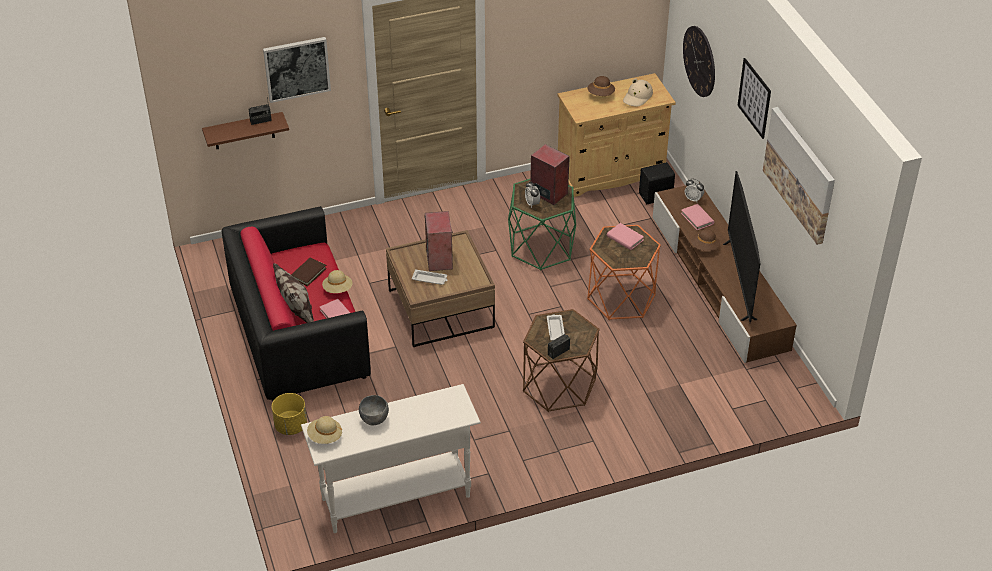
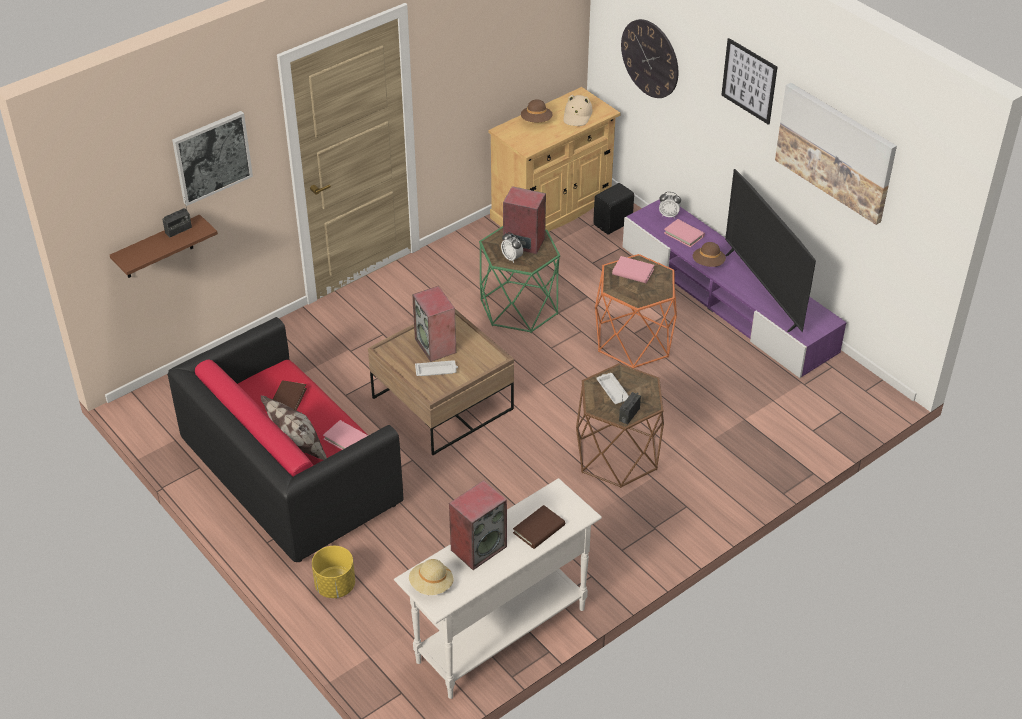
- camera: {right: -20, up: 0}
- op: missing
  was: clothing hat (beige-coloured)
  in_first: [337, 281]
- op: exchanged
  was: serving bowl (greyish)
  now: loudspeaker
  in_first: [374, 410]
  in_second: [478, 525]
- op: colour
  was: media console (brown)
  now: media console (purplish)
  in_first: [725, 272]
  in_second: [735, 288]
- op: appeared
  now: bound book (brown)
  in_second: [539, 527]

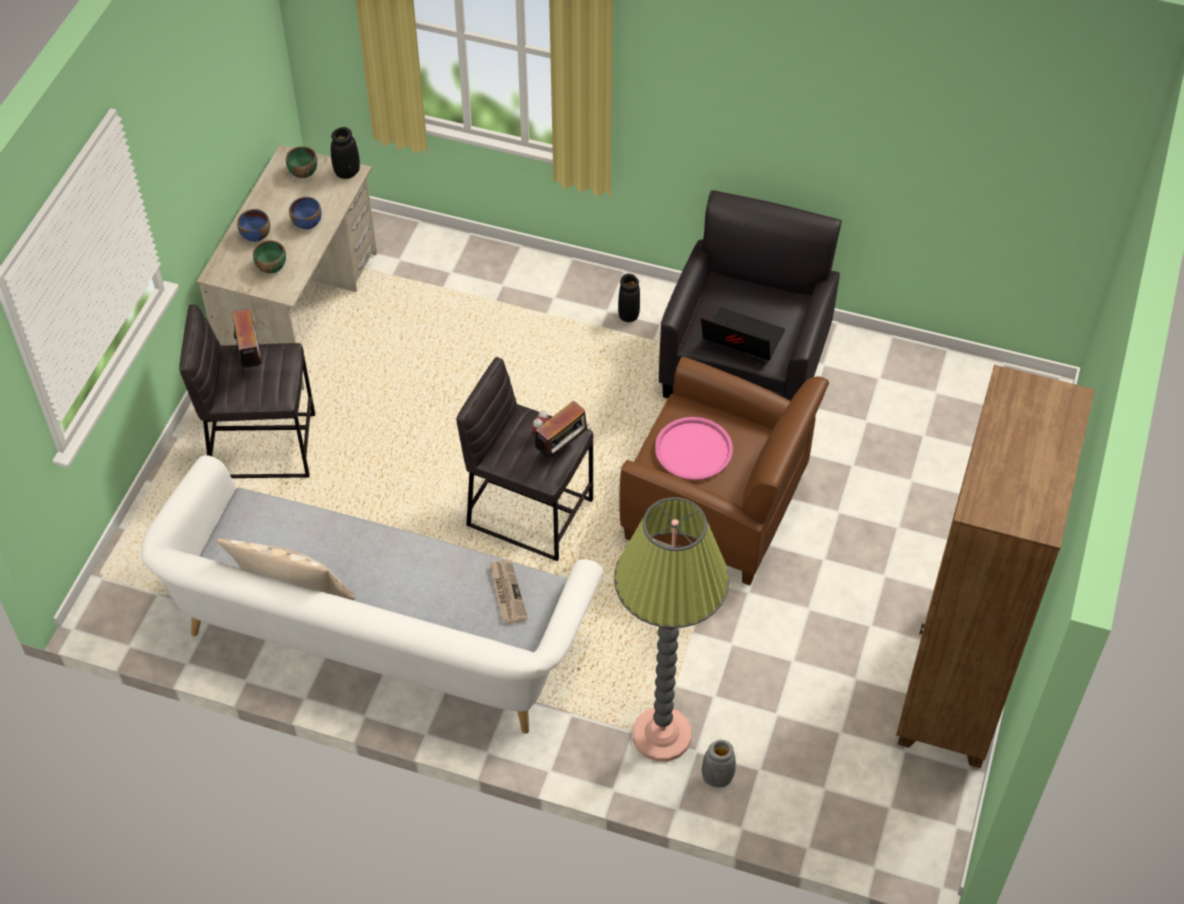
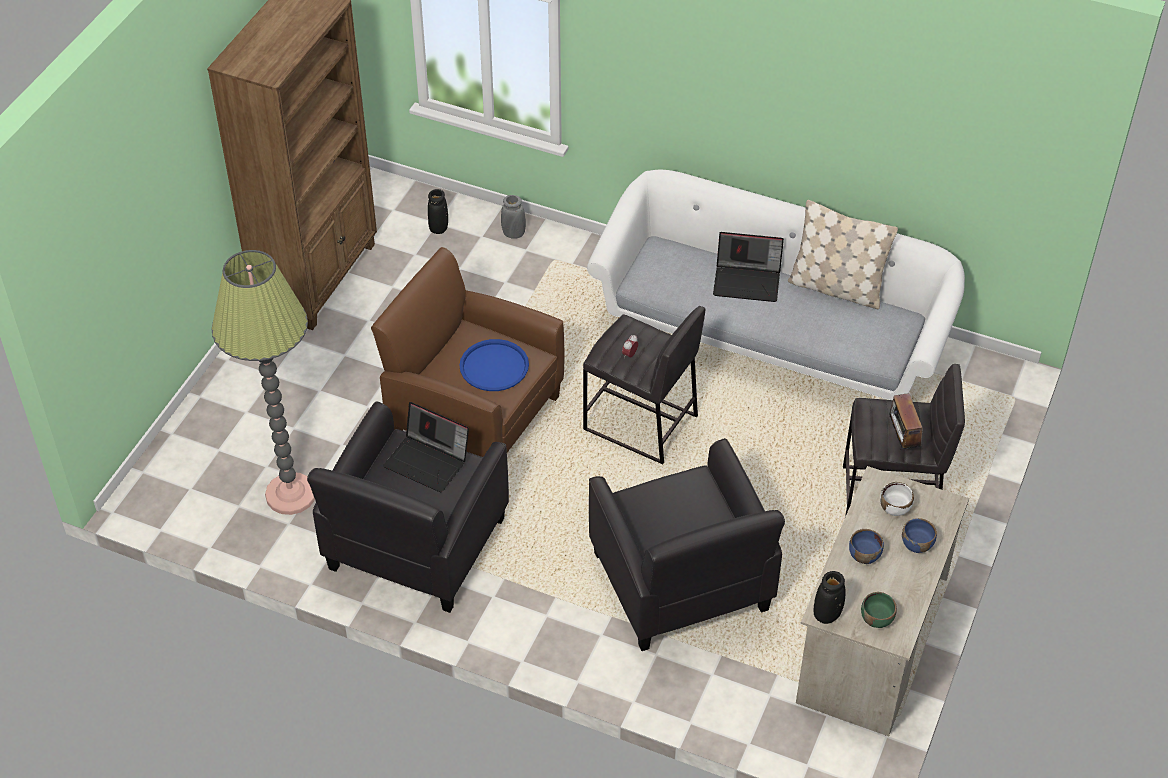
- camera: {right: -175, up: -5}
- op: colour
  was: serving bowl (green)
  now: serving bowl (white-coloured)
  in_first: [269, 257]
  in_second: [897, 499]
- op: missing
  was: daily paper
  in_first: [509, 592]
- op: missing
  was: radio
  in_first: [563, 429]
- op: relocated
  was: standing lamp
  in_first: [671, 629]
  in_second: [263, 382]
- op: relocated
  was: flower vase (black-coloured)
  in_first: [629, 298]
  in_second: [438, 211]
- op: colour
  was: serving tray (pinkish)
  now: serving tray (blue-coloured)
  in_first: [694, 448]
  in_second: [494, 365]
- op: appeared
  now: armchair (black-coloured)
  in_second: [687, 544]
- op: appeared
  now: laptop
  in_second: [748, 267]

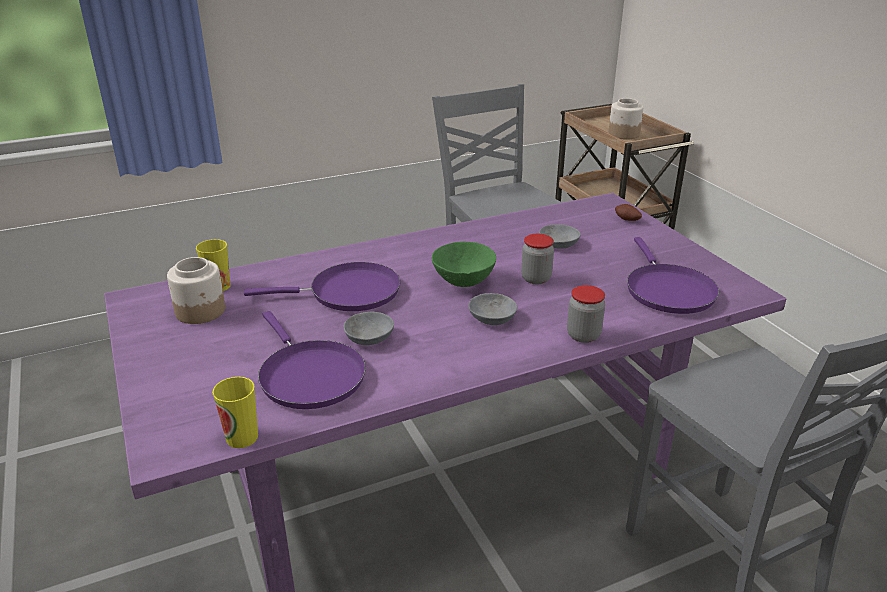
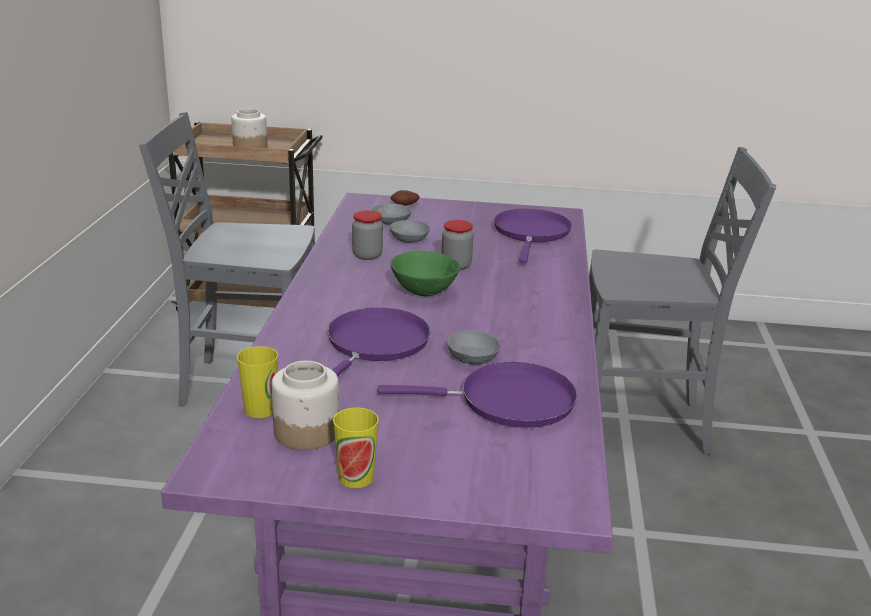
- camera: {right: -60, up: -5}
- op: relocated
  was: small cup
  in_first: [235, 412]
  in_second: [356, 447]
- op: relocated
  was: serving bowl (greyish)
  in_first: [493, 309]
  in_second: [391, 214]
- op: relocated
  was: jar
  in_first: [586, 314]
  in_second: [367, 235]
- op: spun
  was: frying pan (purplish)
  in_first: [673, 275]
  in_second: [533, 236]
  clockwise: -105

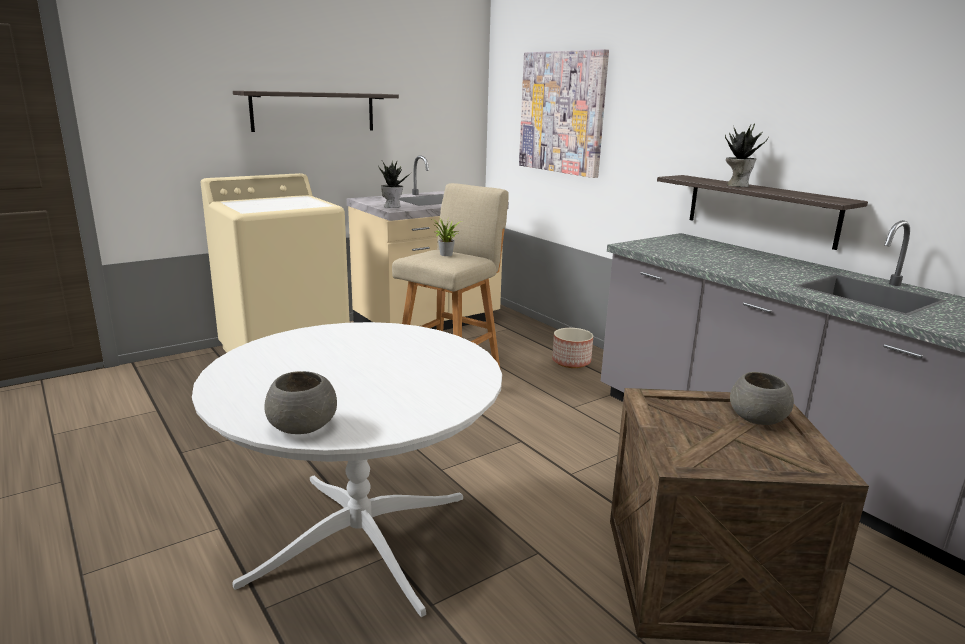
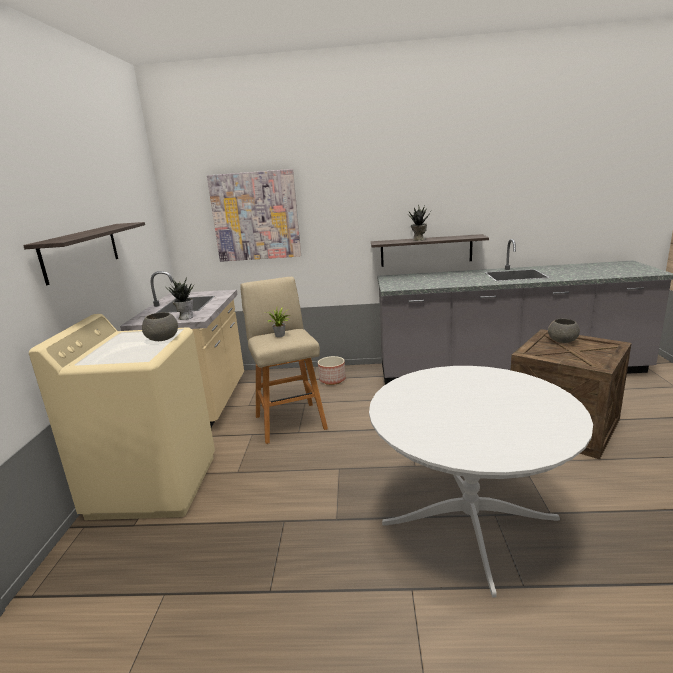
- camera: {right: -50, up: 0}
- op: relocated
  was: serving bowl (greyish)
  in_first: [300, 402]
  in_second: [160, 326]

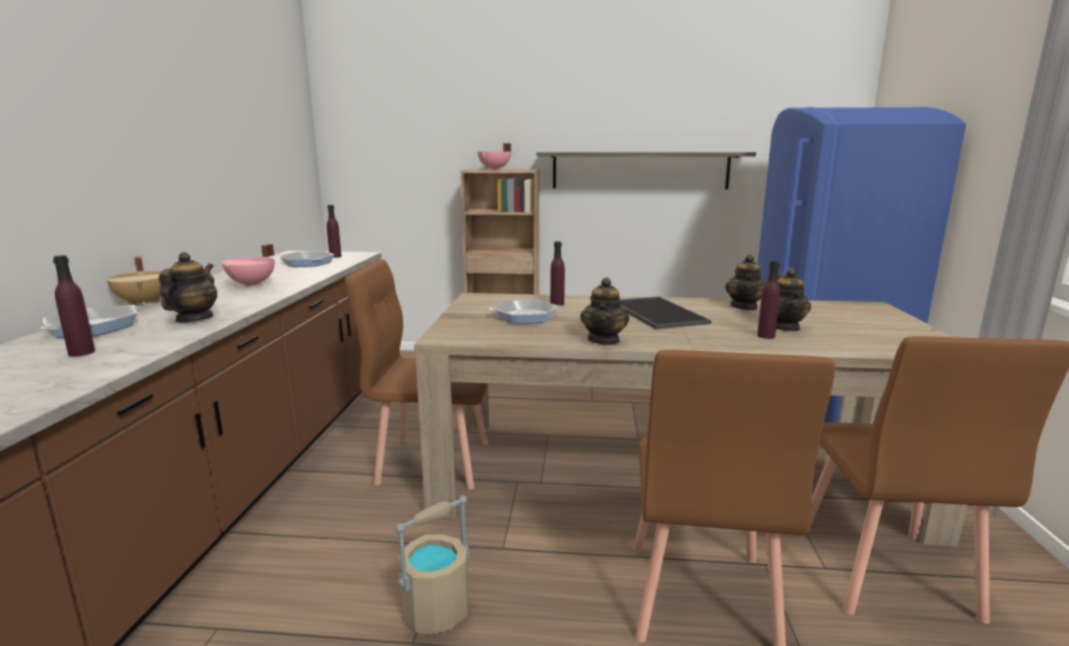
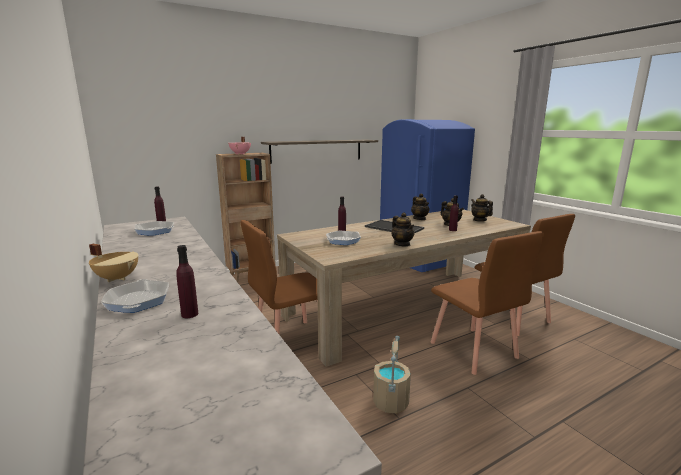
- camera: {right: -35, up: 0}
- op: relocated
  was: teapot
  in_first: [188, 287]
  in_second: [482, 208]
- op: missing
  was: cooking pot (pinkish)
  in_first: [248, 265]

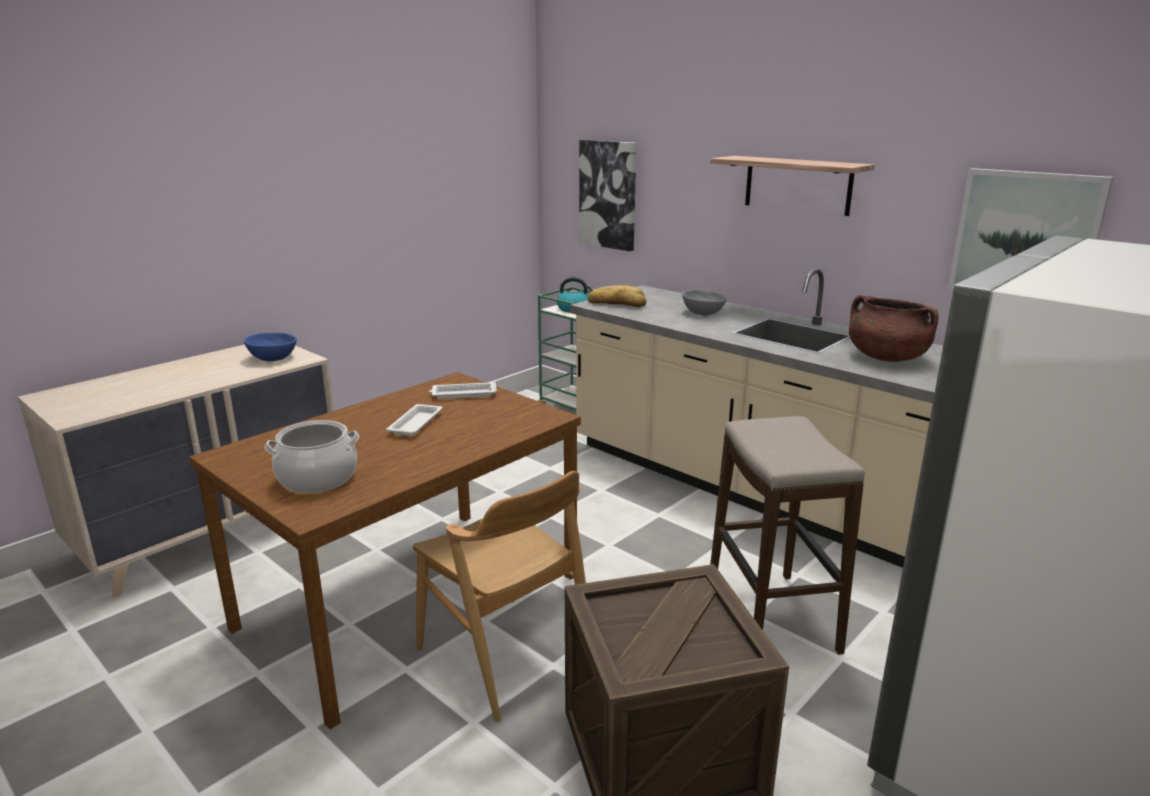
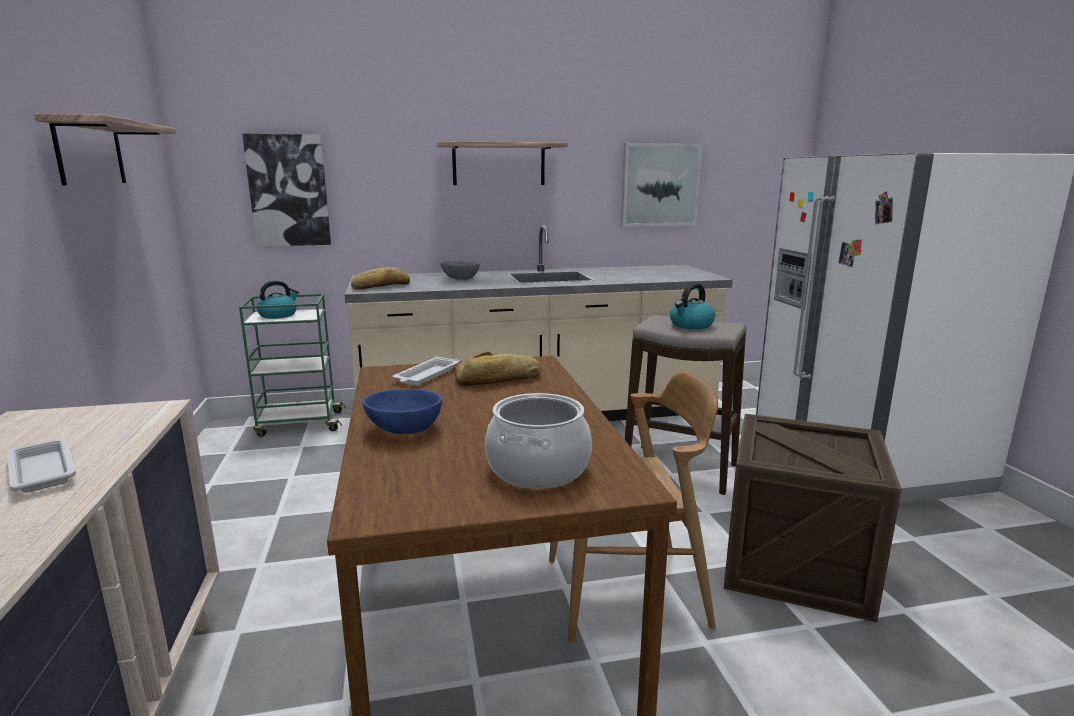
- camera: {right: -55, up: -5}
- op: relocated
  was: serving bowl (blue-coloured)
  in_first: [270, 346]
  in_second: [402, 411]
- op: relocated
  was: serving tray (white-coloured)
  in_first: [414, 420]
  in_second: [41, 465]
- op: missing
  was: cooking pot (brown)
  in_first: [894, 328]
- op: appeared
  now: bracket shelf
  in_second: [105, 149]
- op: appeared
  now: bakery bread
  in_second: [498, 368]
- op: appeared
  now: water kettle
  in_second: [692, 306]

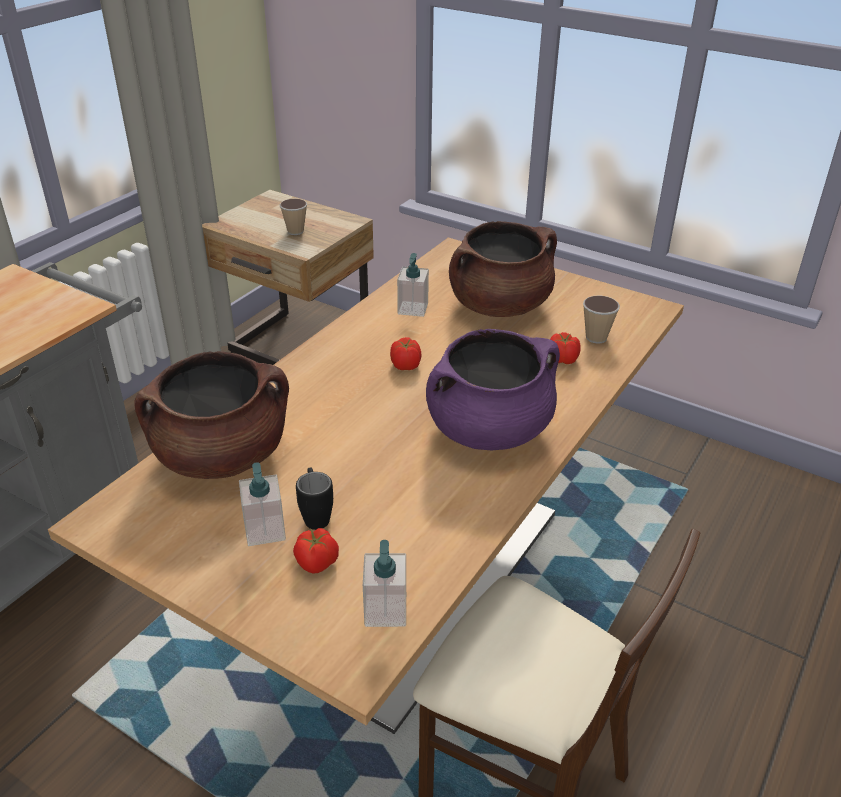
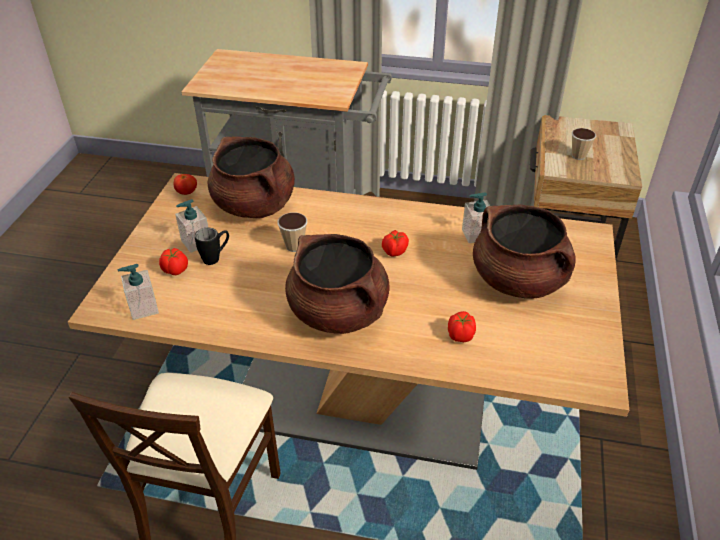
- camera: {right: 70, up: 5}
- op: colour
  was: cooking pot (purplish)
  now: cooking pot (brown)
  in_first: [493, 389]
  in_second: [337, 284]
- op: relocated
  was: small cup
  in_first: [601, 319]
  in_second: [292, 232]
- op: appeared
  now: whole tomato
  in_second: [185, 184]

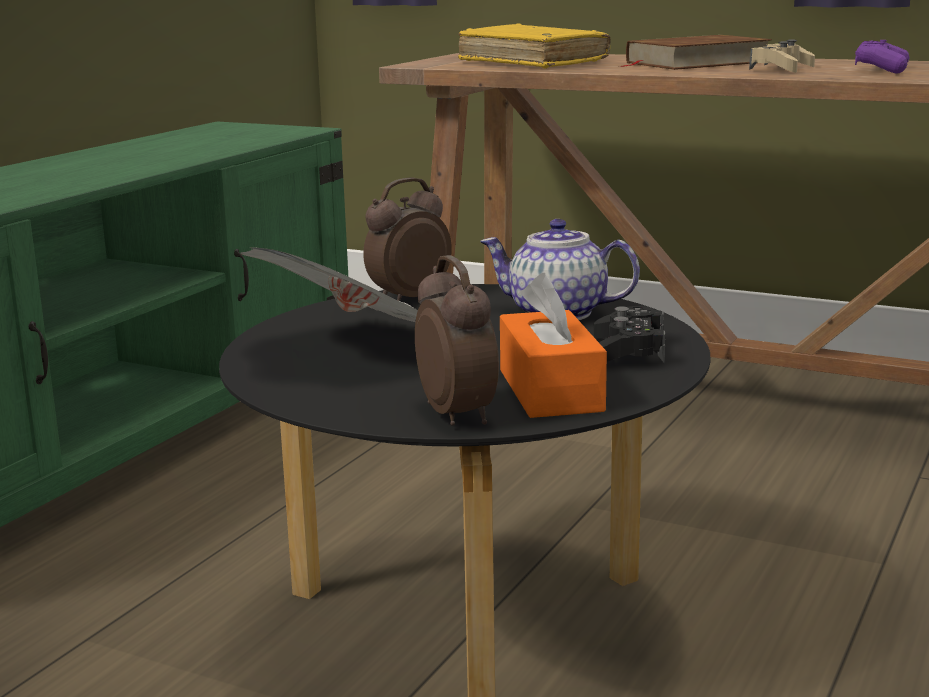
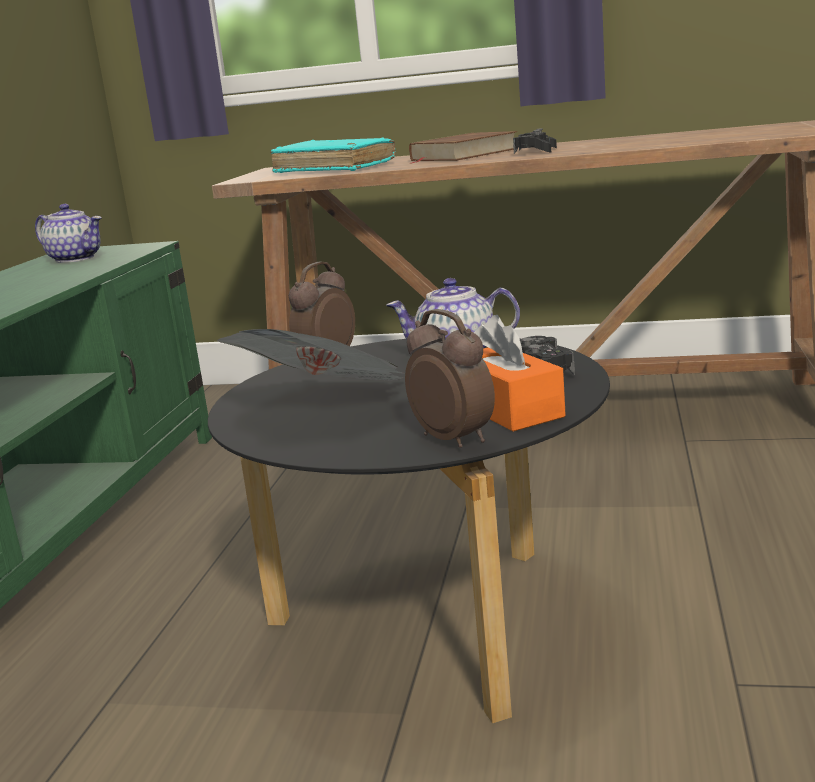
- camera: {right: -15, up: 0}
- op: colour
  was: bound book (yellow)
  now: bound book (blue-green)
  in_first: [534, 46]
  in_second: [333, 155]
- op: colour
  was: game controller (beige-coloured)
  now: game controller (black-coloured)
  in_first: [782, 56]
  in_second: [535, 141]
- op: missing
  was: game controller (purplish)
  in_first: [882, 57]
- op: appeared
  now: teapot
  in_second: [68, 233]

